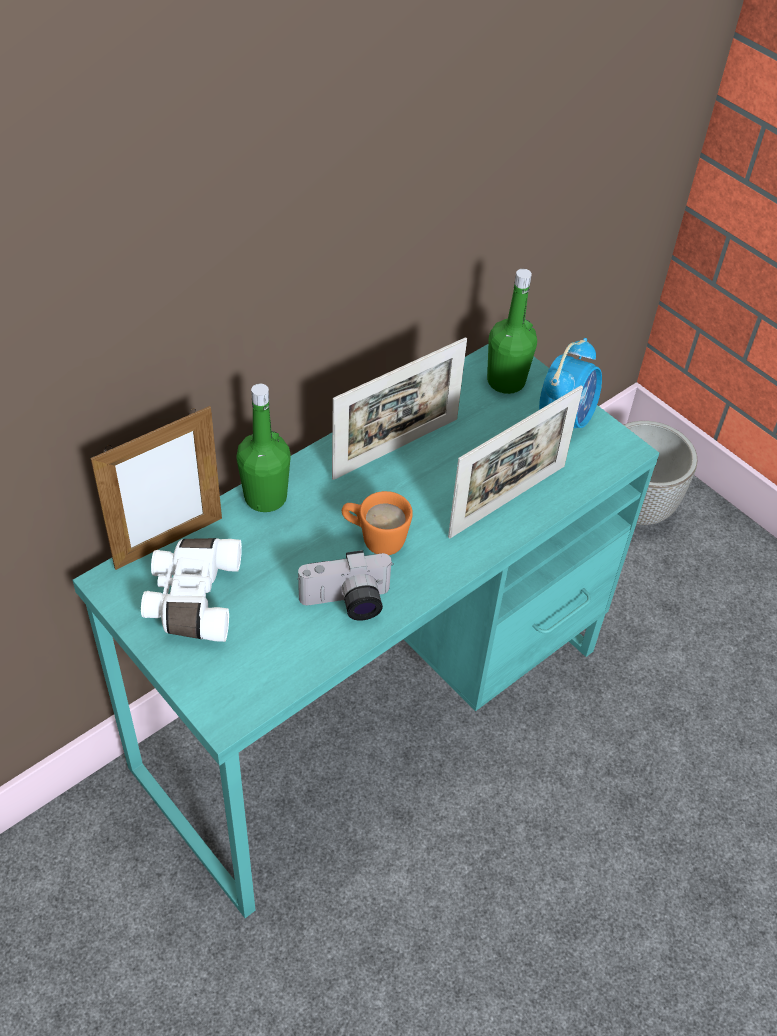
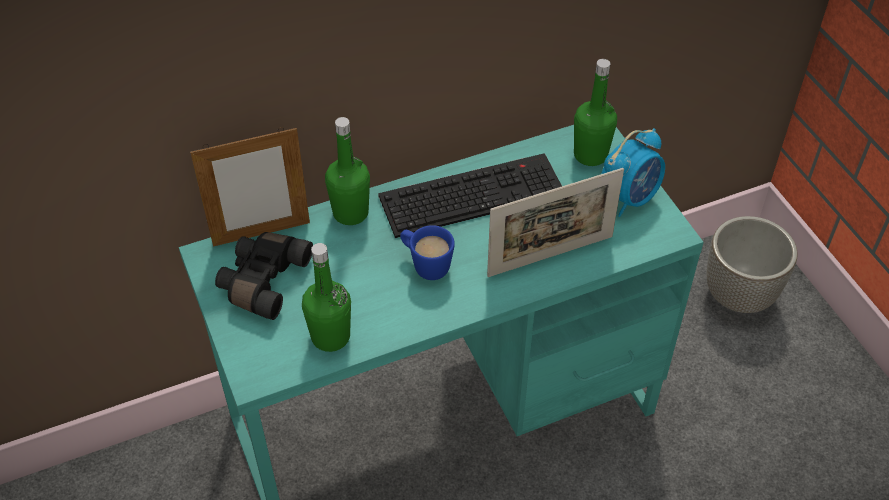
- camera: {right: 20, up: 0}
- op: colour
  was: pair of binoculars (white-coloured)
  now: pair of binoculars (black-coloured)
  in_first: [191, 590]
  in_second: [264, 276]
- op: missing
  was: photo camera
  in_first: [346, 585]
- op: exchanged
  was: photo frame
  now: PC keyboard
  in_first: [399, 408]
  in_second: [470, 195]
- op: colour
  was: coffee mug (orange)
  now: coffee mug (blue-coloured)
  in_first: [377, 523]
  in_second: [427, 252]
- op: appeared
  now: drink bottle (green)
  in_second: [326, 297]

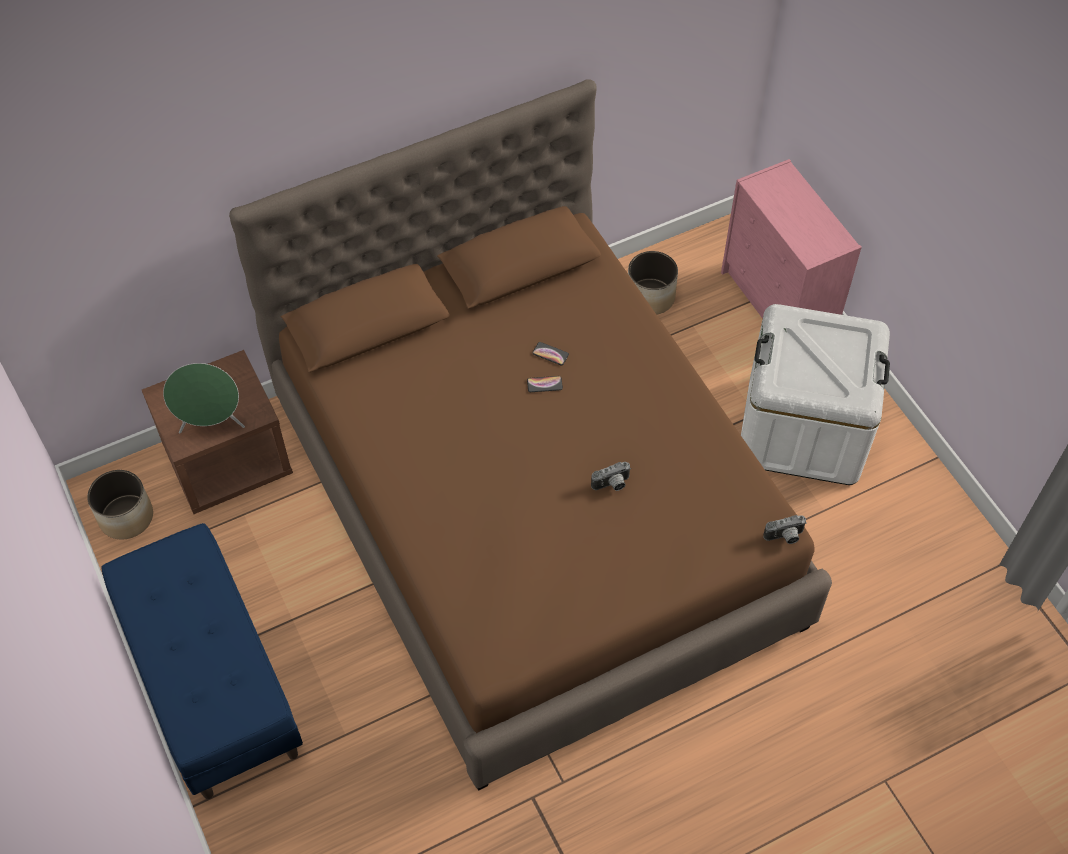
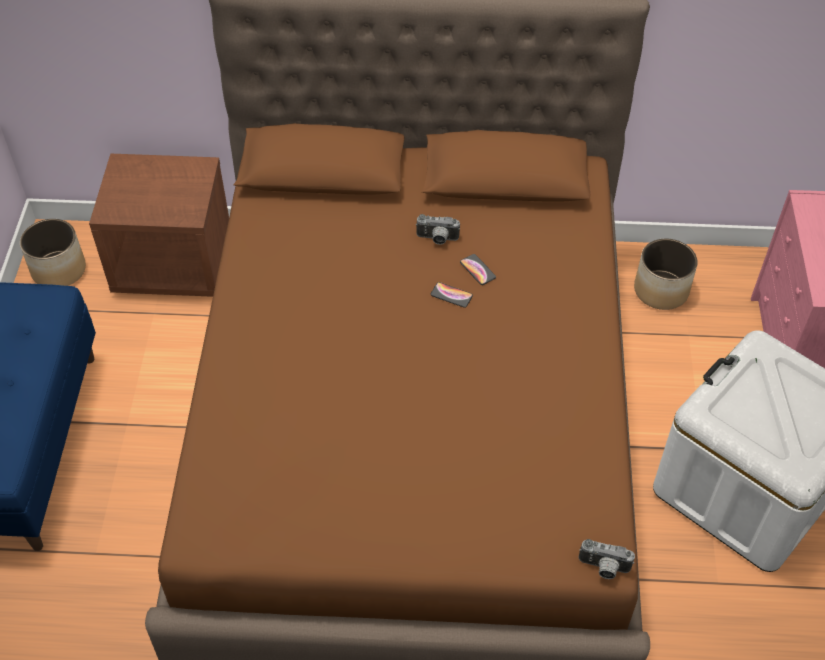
- camera: {right: 30, up: -5}
- op: missing
  was: loudspeaker (green)
  in_first: [204, 398]
- op: relocated
  was: photo camera
  in_first: [611, 476]
  in_second: [438, 229]

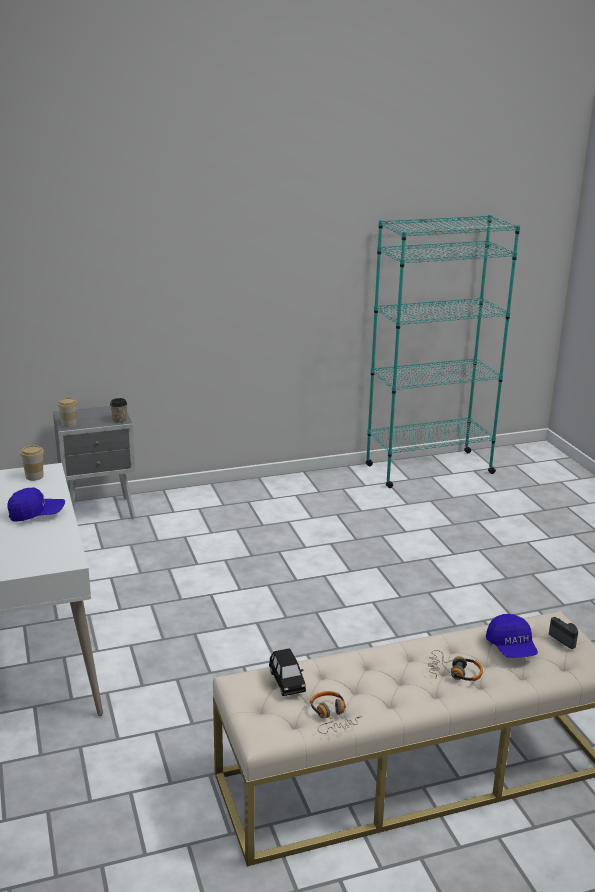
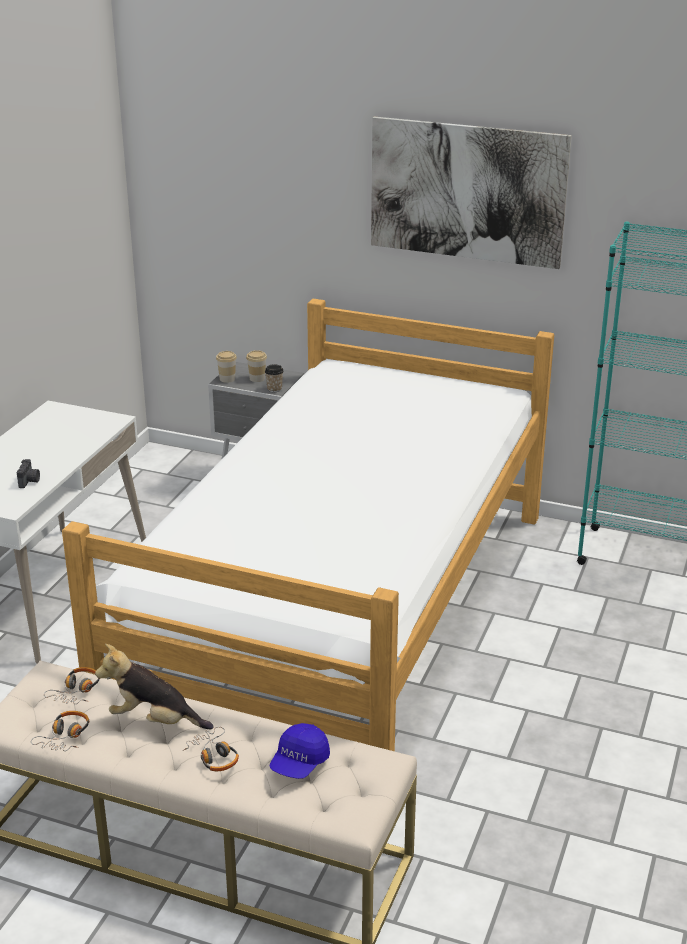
- camera: {right: 40, up: 5}
- op: missing
  was: peaked cap (blue-coloured)
  in_first: [36, 504]
- op: relocated
  was: small cup
  in_first: [32, 463]
  in_second: [256, 366]
- op: exchanged
  was: miniature car (black-coloured)
  now: pair of headphones
  in_first: [287, 672]
  in_second: [72, 685]
- op: relocated
  was: photo camera
  in_first: [563, 633]
  in_second: [28, 473]
- op: appeared
  now: bed
  in_second: [308, 525]
- op: appeared
  now: plush toy
  in_second: [154, 686]
- op: appeared
  now: wall art
  in_second: [471, 193]

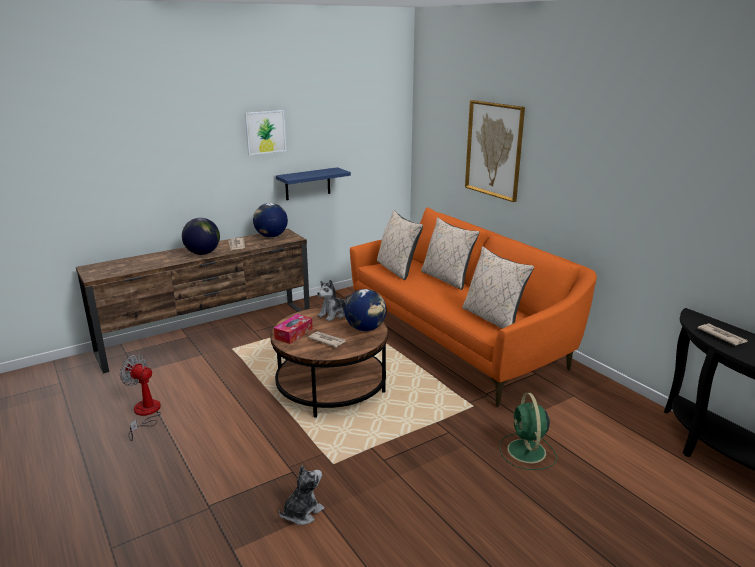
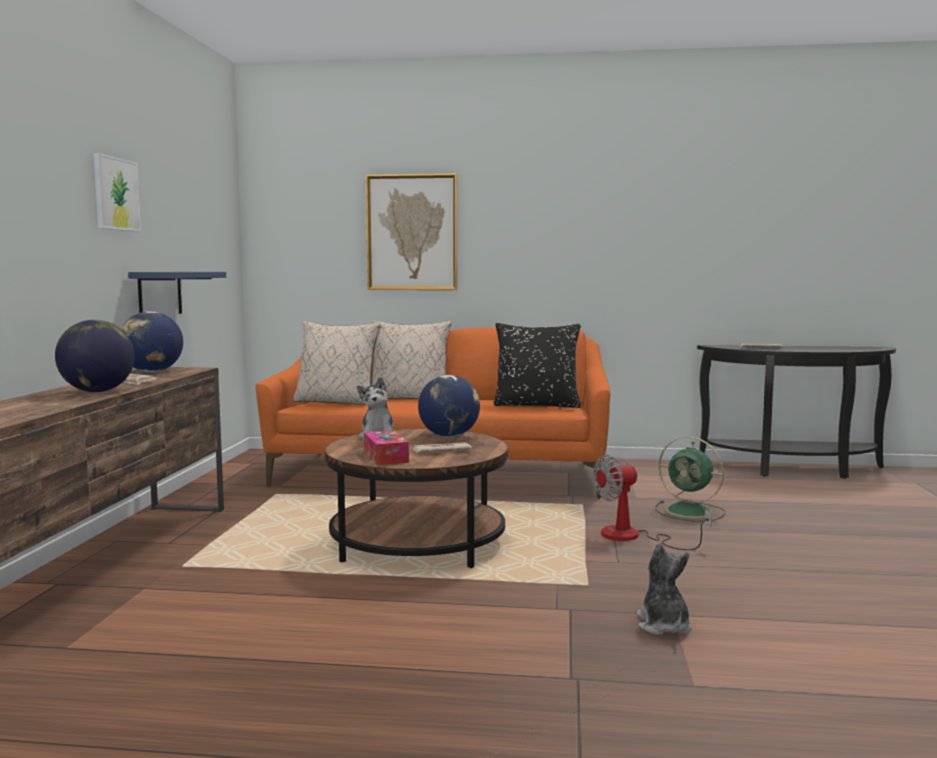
- camera: {right: -50, up: -15}
- op: relocated
  was: electric fan
  in_first: [140, 397]
  in_second: [652, 502]
- op: colour
  was: throw pillow (beige-coloured)
  now: throw pillow (black-coloured)
  in_first: [498, 287]
  in_second: [537, 365]

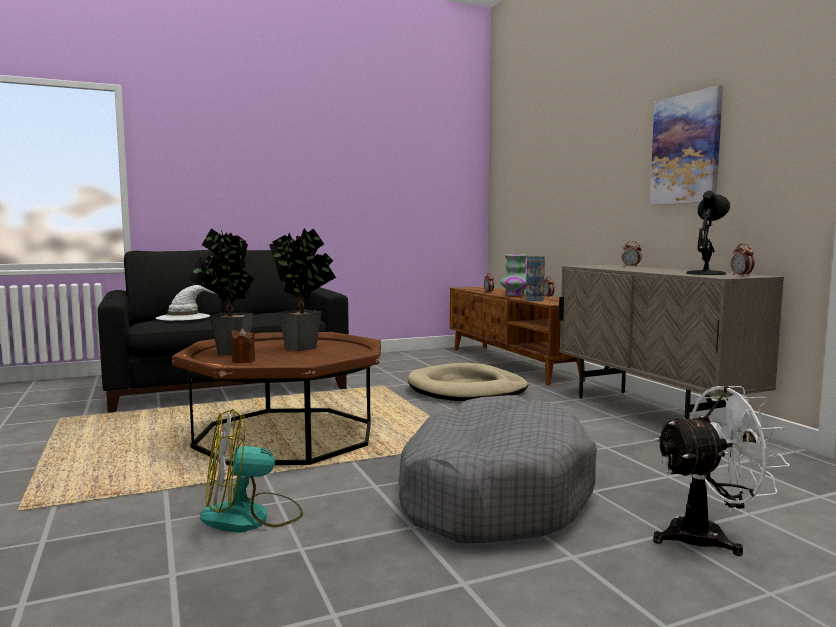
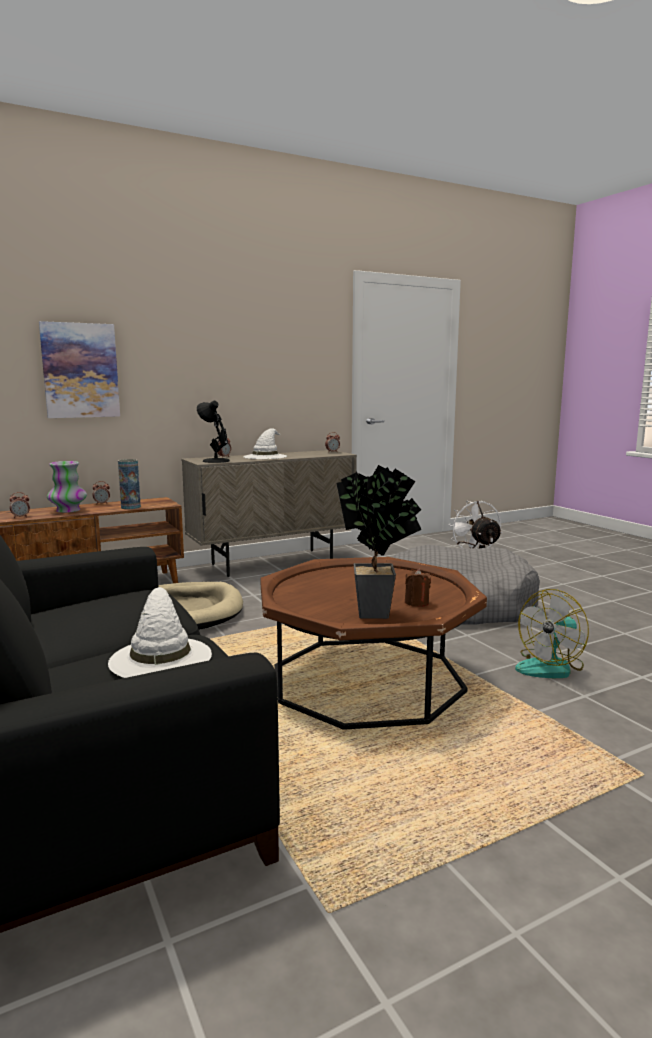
- camera: {right: -95, up: 5}
- op: spun
  was: electric fan
  in_first: [251, 471]
  in_second: [552, 633]
  clockwise: 75
- op: missing
  was: potted plant
  in_first: [302, 289]
- op: relocated
  was: wall art
  in_first: [686, 145]
  in_second: [79, 369]
- op: relocated
  was: lamp for a table (black-coloured)
  in_first: [708, 233]
  in_second: [213, 432]
- op: appeared
  now: clothing hat (white-coloured)
  in_second: [265, 443]

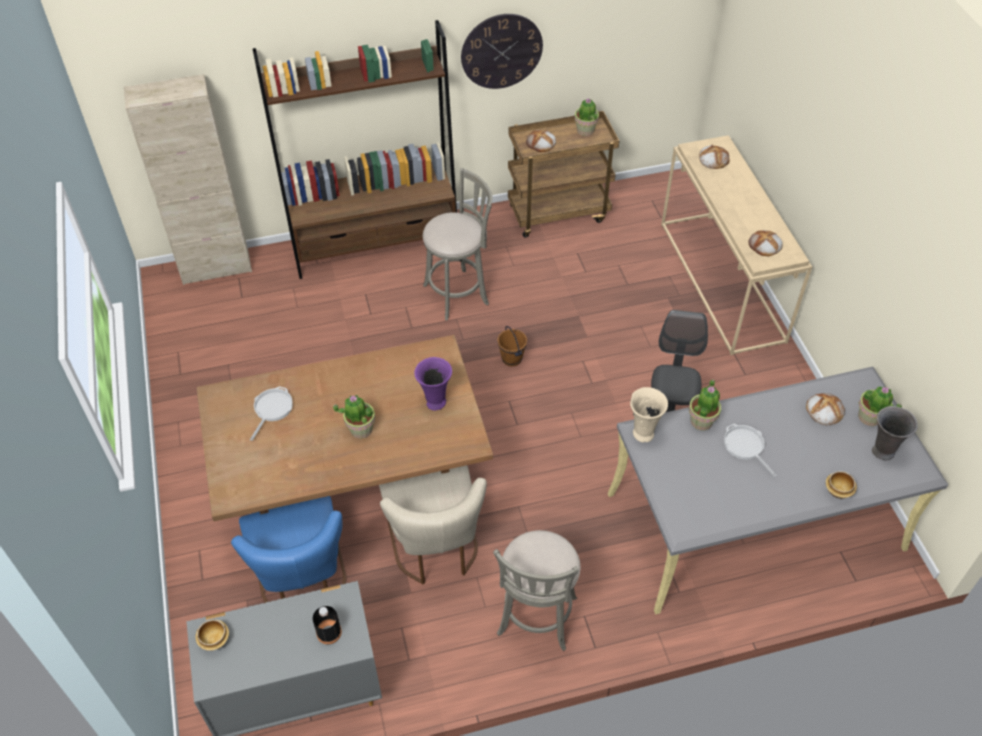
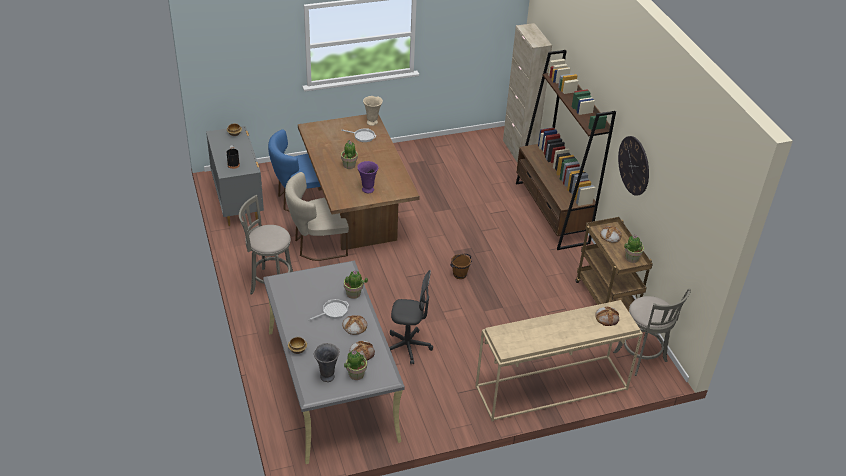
- camera: {right: 85, up: -10}
- op: relocated
  was: stool seat (greyish)
  in_first: [458, 244]
  in_second: [652, 332]
- op: relocated
  was: flower vase (beige-coloured)
  in_first: [649, 414]
  in_second: [373, 111]
- op: relocated
  was: bakery bread
  in_first: [765, 243]
  in_second: [354, 325]

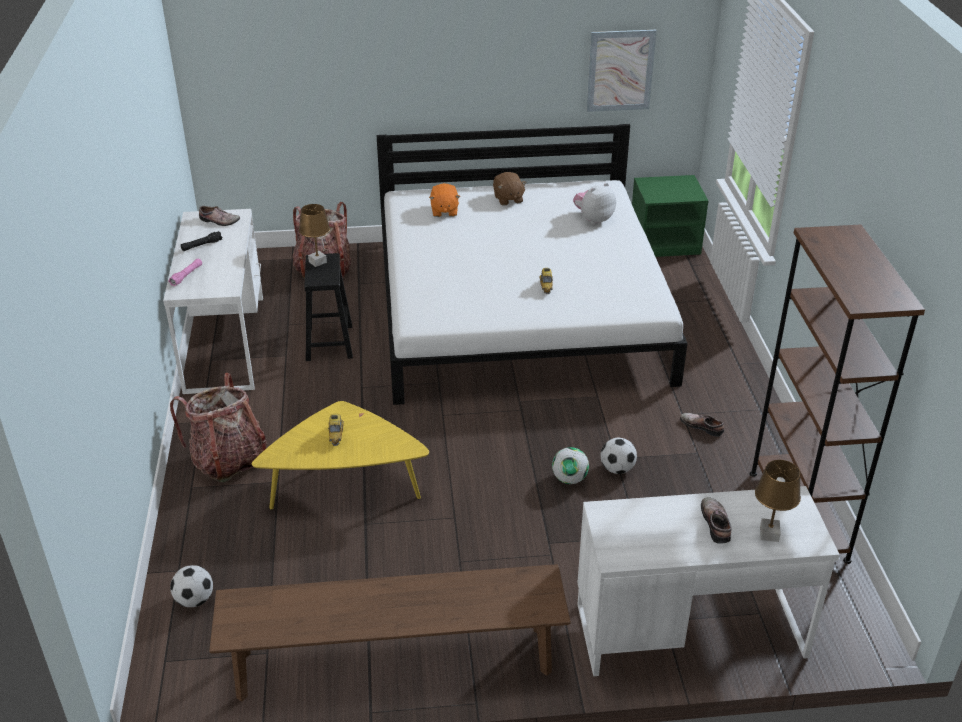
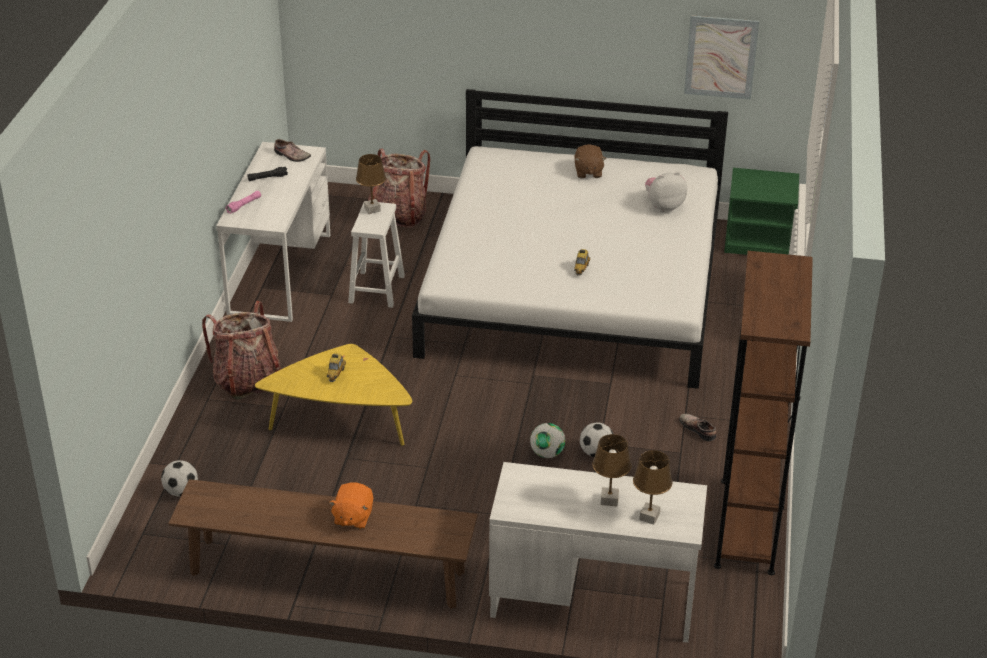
- camera: {right: 15, up: 0}
- op: colour
  was: stool seat (black-coloured)
  now: stool seat (white-coloured)
  in_first: [328, 307]
  in_second: [376, 254]
- op: relocated
  was: plush toy (orange)
  in_first: [444, 200]
  in_second: [351, 505]
- op: exchanged
  was: item of footwear
  now: lamp for a table (brown)
  in_first: [716, 520]
  in_second: [611, 470]

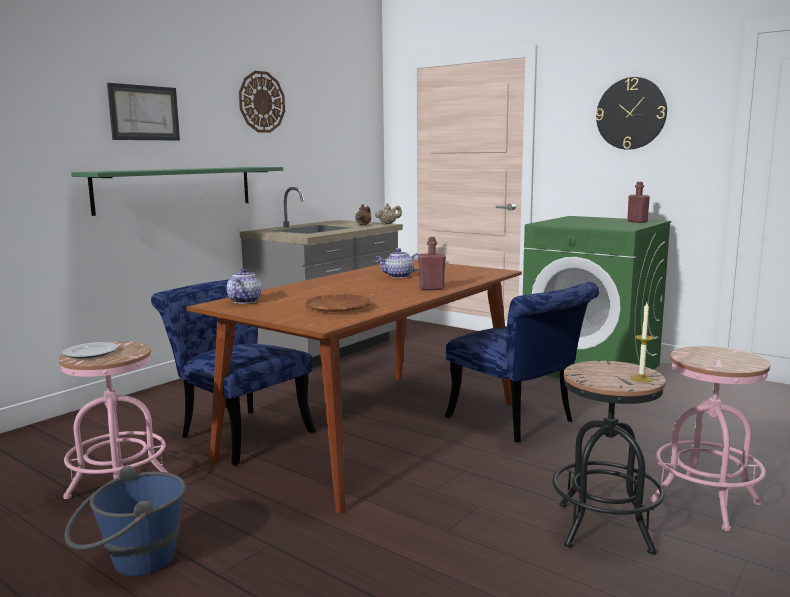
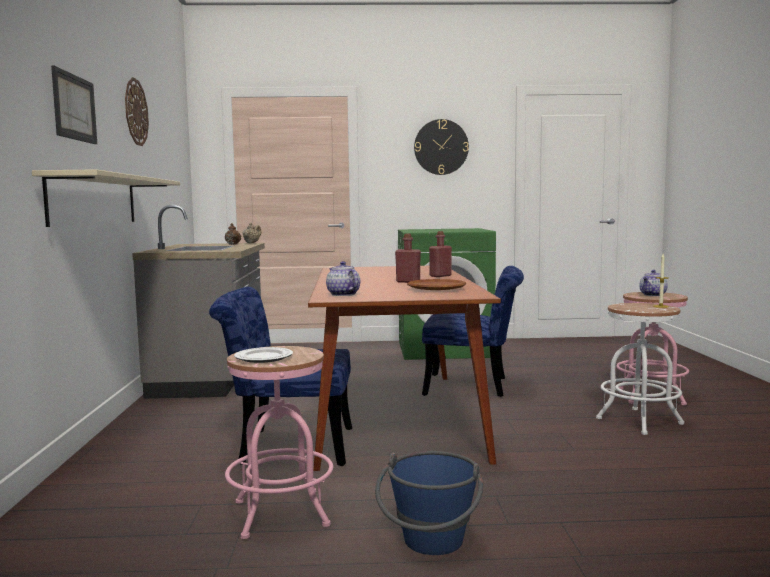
- camera: {right: -40, up: -5}
- op: colour
  was: bracket shelf (green)
  now: bracket shelf (beige-coloured)
  in_first: [177, 191]
  in_second: [106, 198]
- op: relocated
  was: teapot
  in_first: [397, 263]
  in_second: [654, 283]
- op: colour
  was: stool seat (black-coloured)
  now: stool seat (white-coloured)
  in_first: [609, 458]
  in_second: [640, 369]
- op: relocated
  was: drink bottle (reddish)
  in_first: [638, 202]
  in_second: [408, 258]

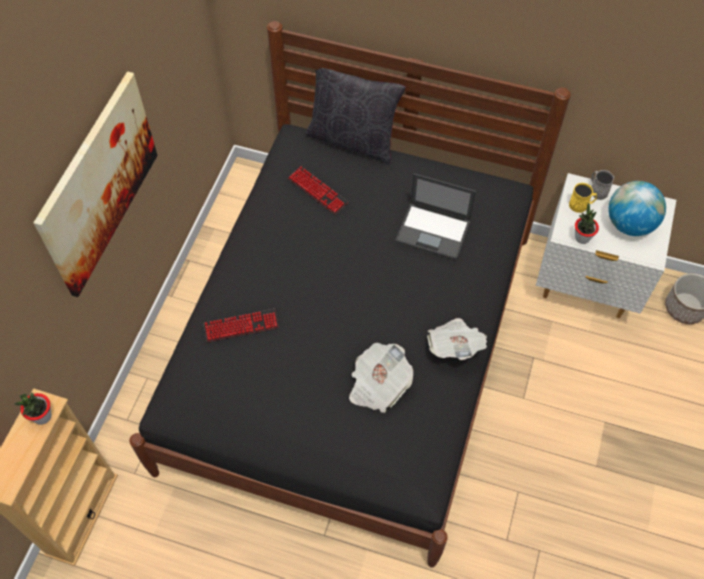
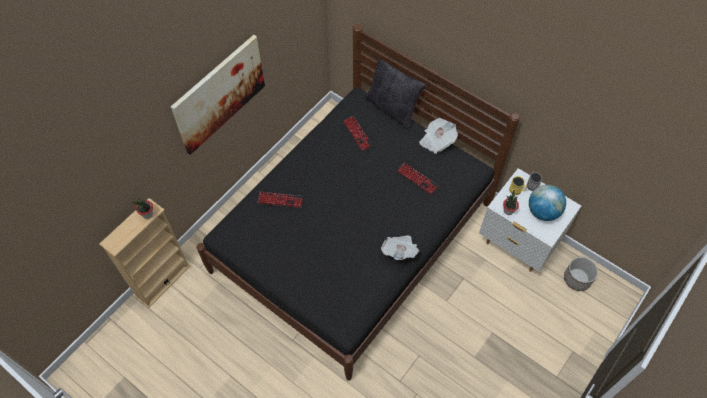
- camera: {right: 20, up: 0}
- op: relocated
  was: daily paper
  in_first: [381, 378]
  in_second: [438, 136]
- op: exchanged
  was: laptop
  now: PC keyboard
  in_first: [435, 216]
  in_second: [418, 179]

